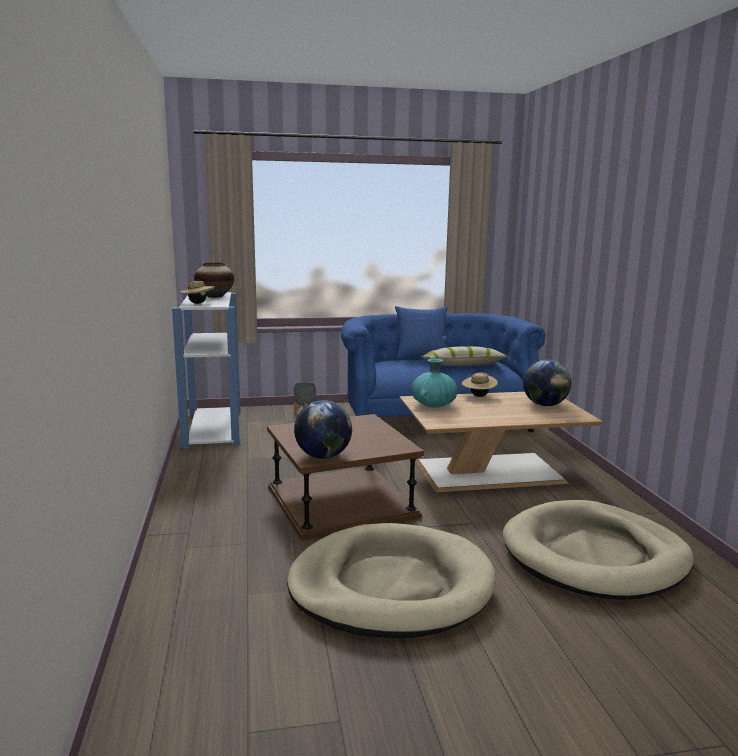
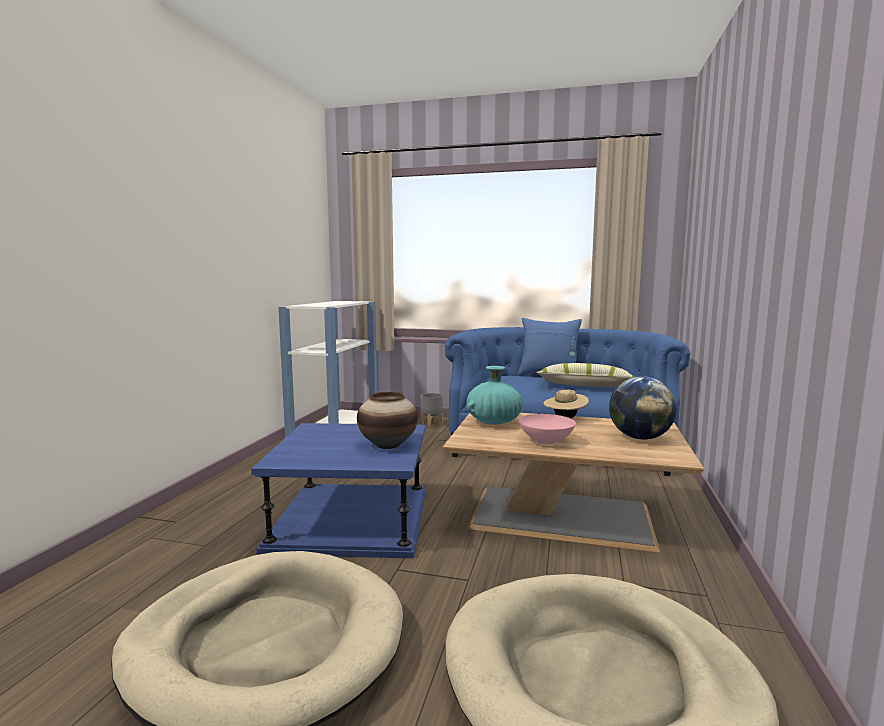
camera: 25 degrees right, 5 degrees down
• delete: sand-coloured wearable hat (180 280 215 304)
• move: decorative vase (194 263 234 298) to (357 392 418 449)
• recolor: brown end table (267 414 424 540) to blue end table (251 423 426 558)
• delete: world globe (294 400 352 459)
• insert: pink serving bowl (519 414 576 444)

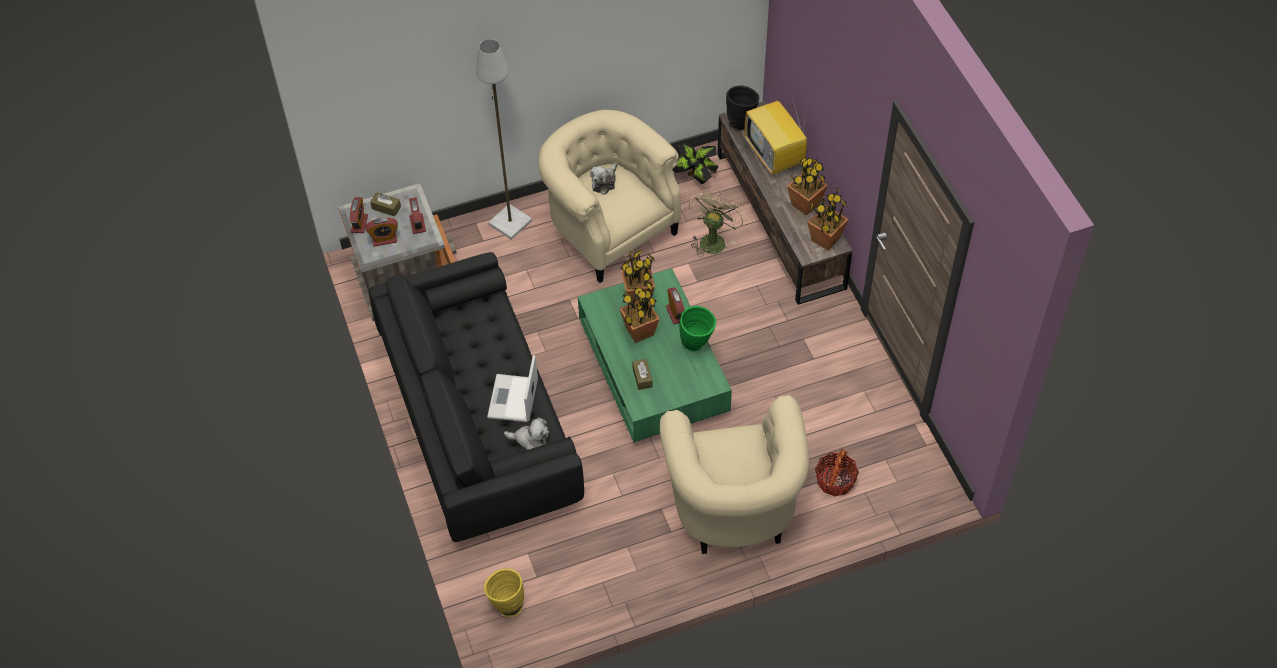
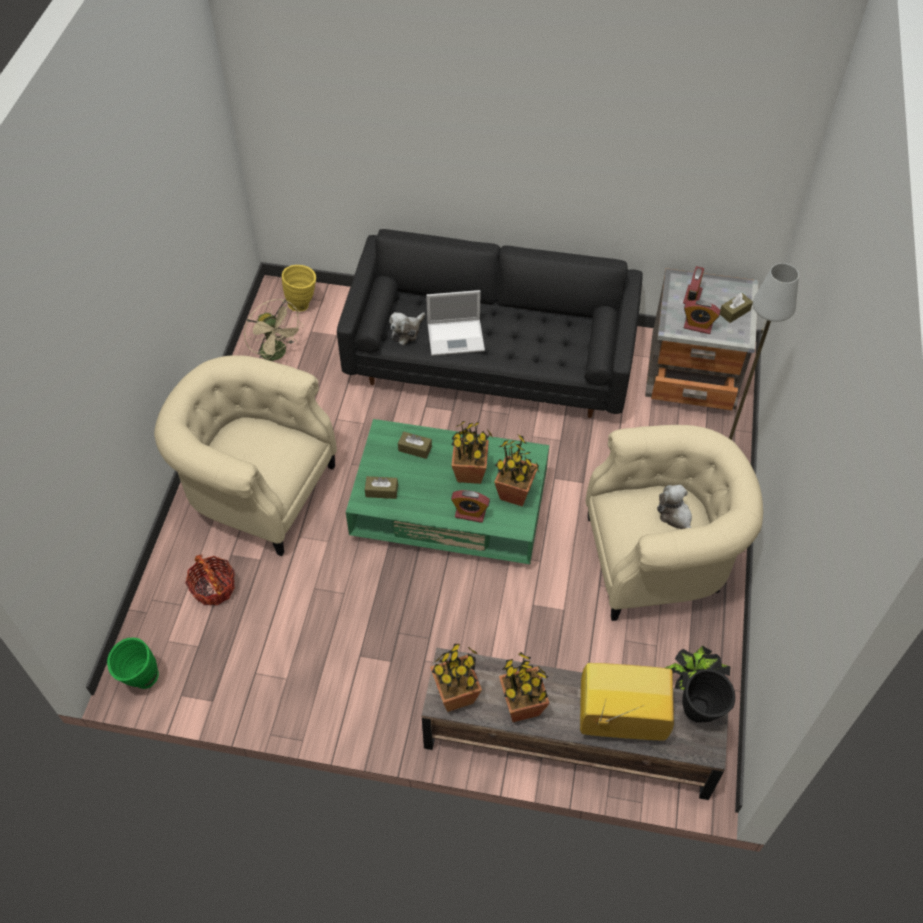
camera: 120 degrees right, 0 degrees up
• delete: alarm clock (350 197 368 233)
• rotate: laptop (487 355 538 422) = (426 290 485 356) 135 degrees clockwise
• move: green decorative vase (679 306 716 351) to (107 638 159 689)
• move: sand-coloured electric fan (689 189 745 258) to (244 299 304 361)
• insert: brown box of tissues (365 476 398 499)

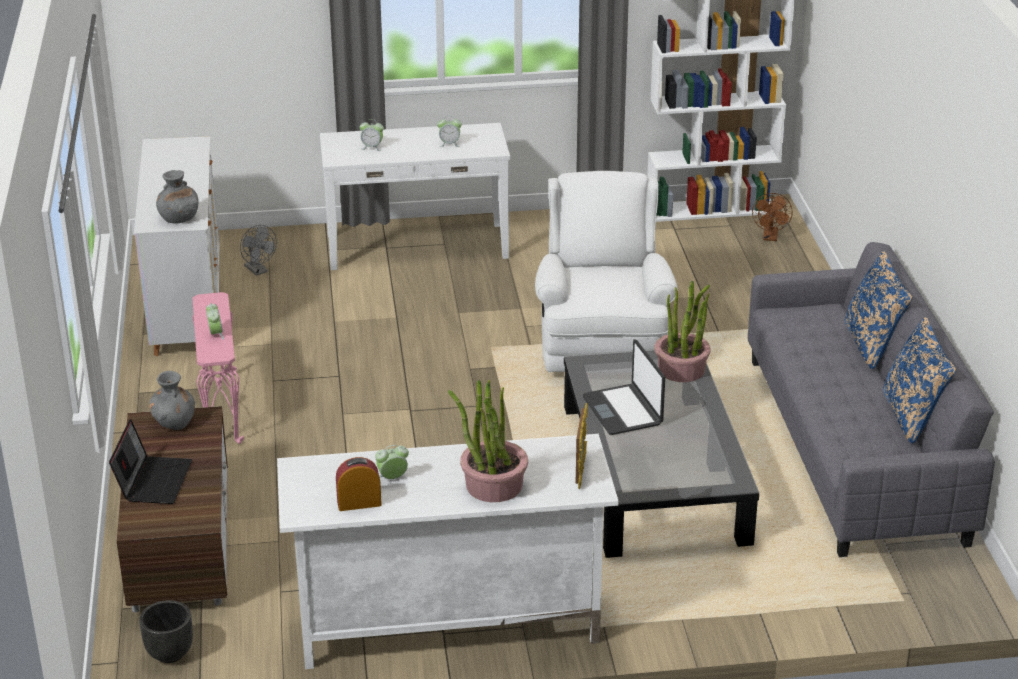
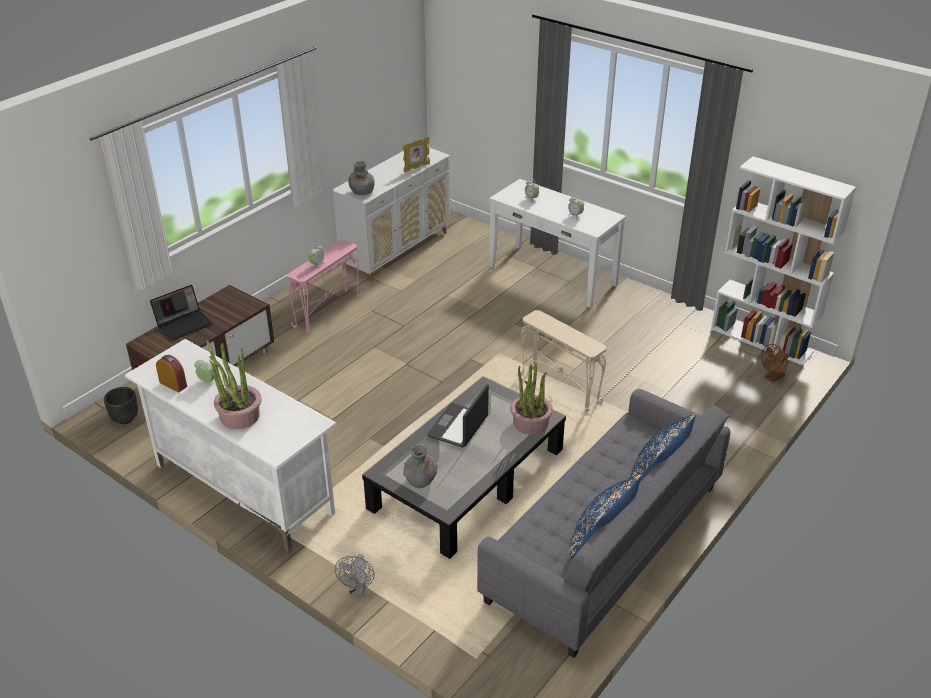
camera: 45 degrees right, 5 degrees up
• move: grey decorative vase (150 371 195 430) to (403 444 437 488)
• move: grey electric fan (240 225 277 276) to (335 554 374 596)
• replace: white easy chair (535 171 678 372) to sand-coloured end table (520 310 606 412)
• move: photo frame (575 403 588 489) to (403 137 430 172)

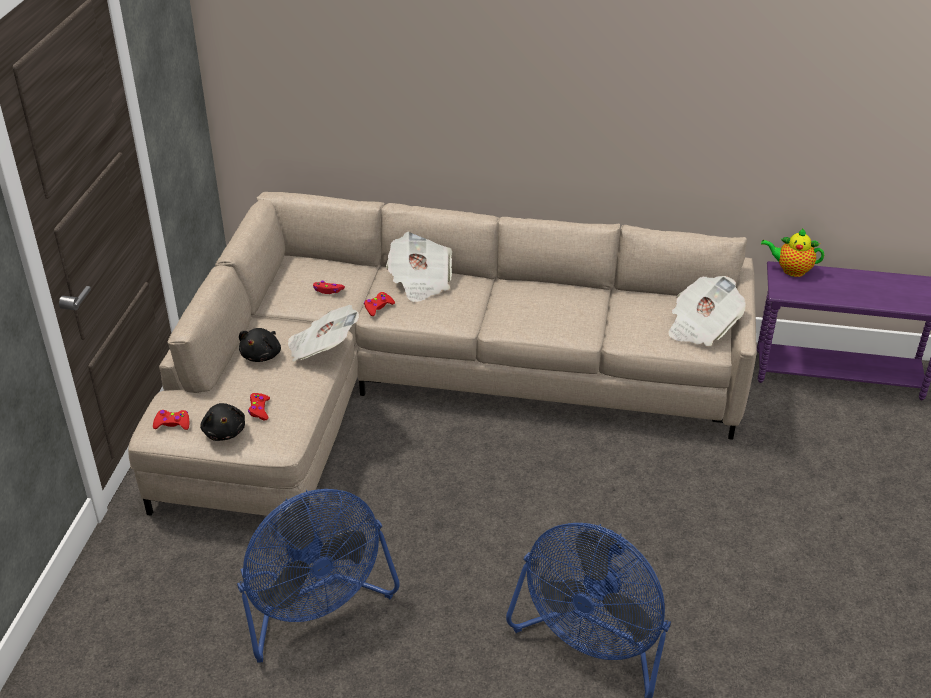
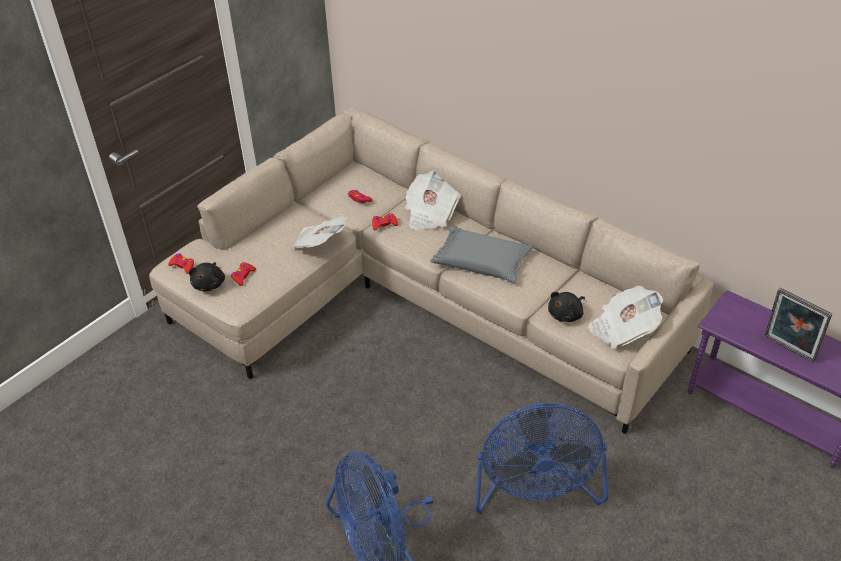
camera: 30 degrees right, 5 degrees up
• move: blue electric fan (237 489 400 663) to (475 401 608 514)
• move: blackish plush toy (239 328 281 362) to (548 292 585 322)
• delete: tea pot (761 228 824 277)
• insert: grey throw pillow (430 226 533 283)
• insert: photo frame (764 288 832 363)

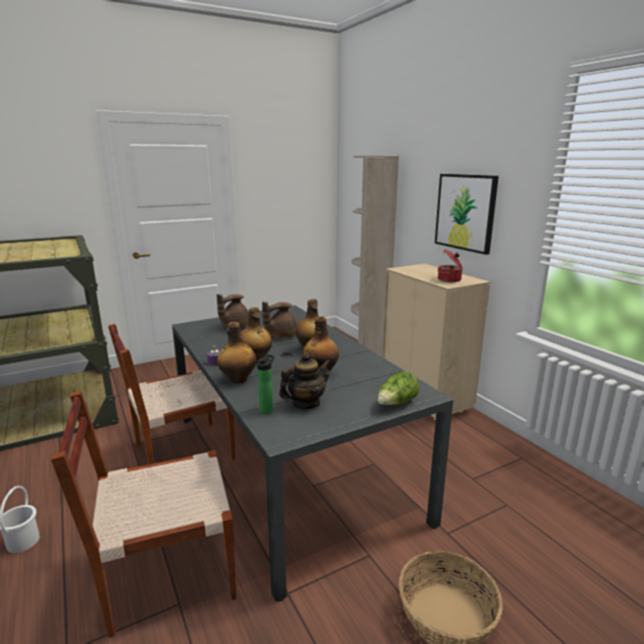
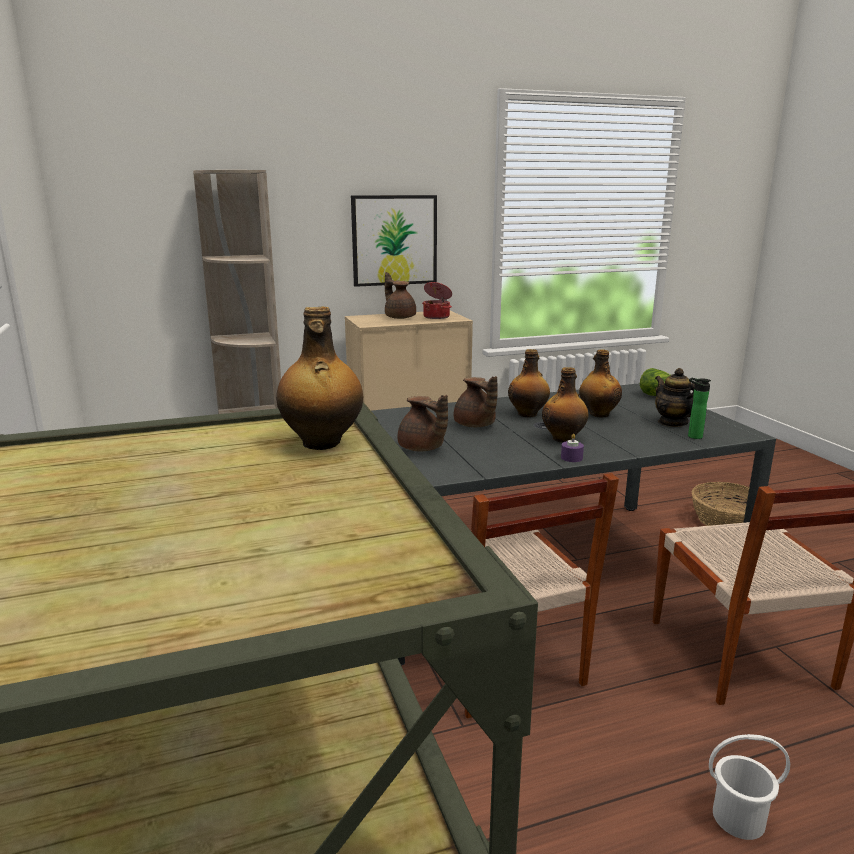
camera: 80 degrees left, 0 degrees up
• move: beverage bottle (217 322 256 383) to (276 307 363 450)
• insert: brown tea pot (385 272 416 319)

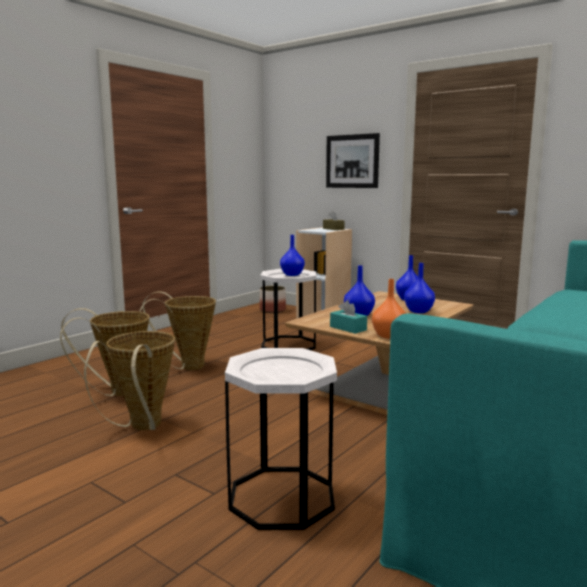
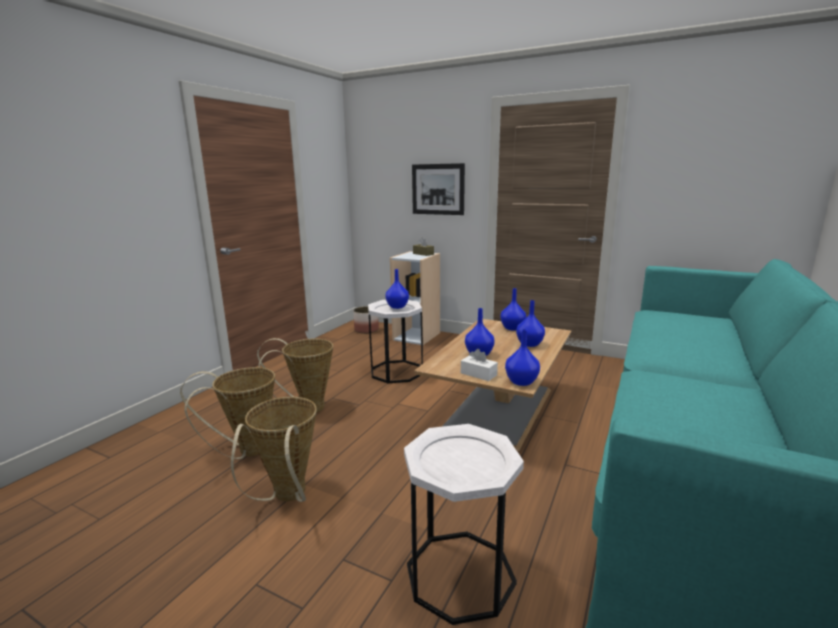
camera: 10 degrees left, 5 degrees up
• recolor: blue-green box of tissues (330 300 367 334) to white box of tissues (461 349 498 381)
• recolor: orange decorative vase (372 279 407 339) to blue decorative vase (505 329 540 386)

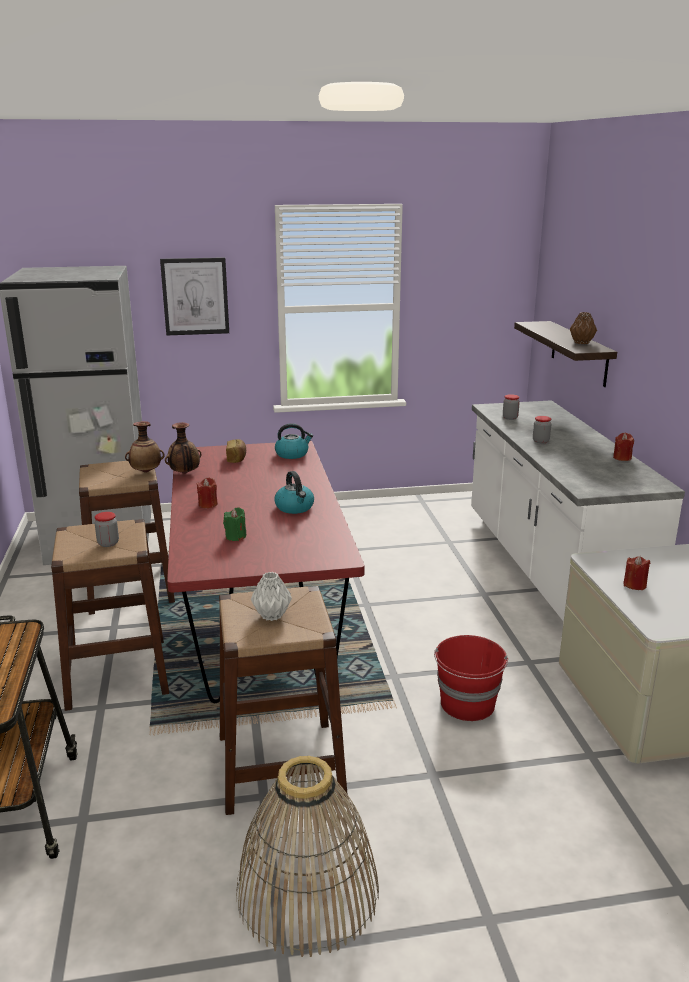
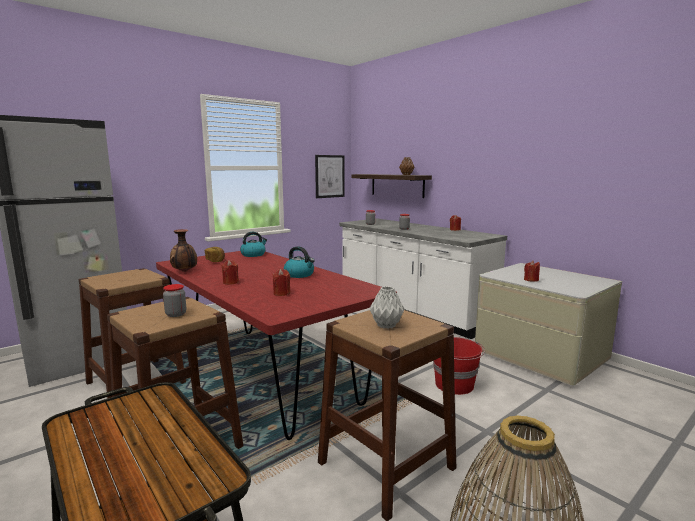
camera: 30 degrees left, 10 degrees down
• delete: decorative vase (125 421 164 473)
• move: wall picture (160 257 229 336) to (315 155 344 198)
• recolor: green wax light (223 508 246 541) to red-coloured wax light (272 269 291 296)

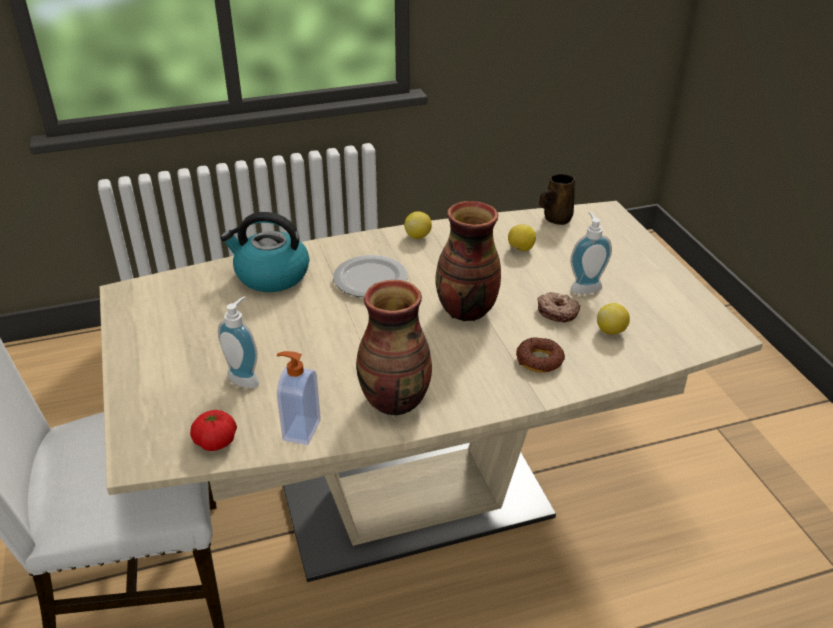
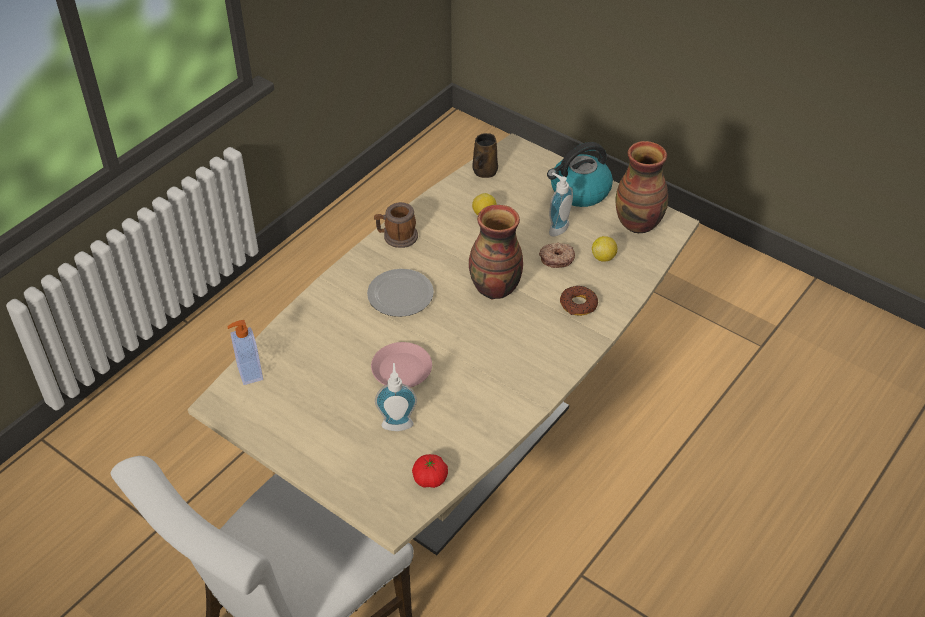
camera: 35 degrees left, 10 degrees up
• move: kettle (221 212 309 292) to (547 142 613 207)
• move: soap dispenser (277 351 321 445) to (227 320 263 385)
• move: decorative vase (356 280 432 415) to (616 141 668 233)
• replace: lemon (404 211 432 239) to mug (374 202 418 248)
• insert: pink flat dish (371 342 432 388)

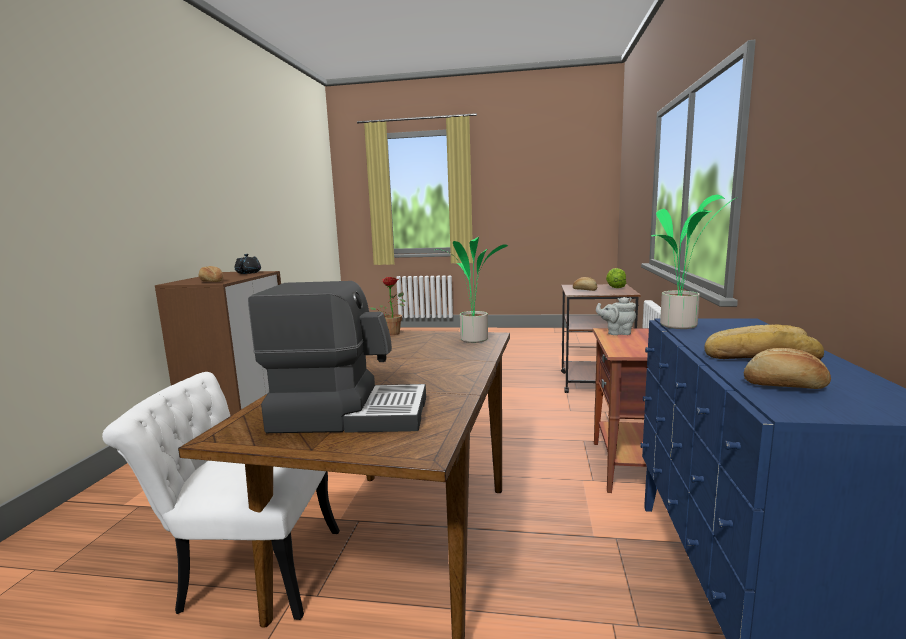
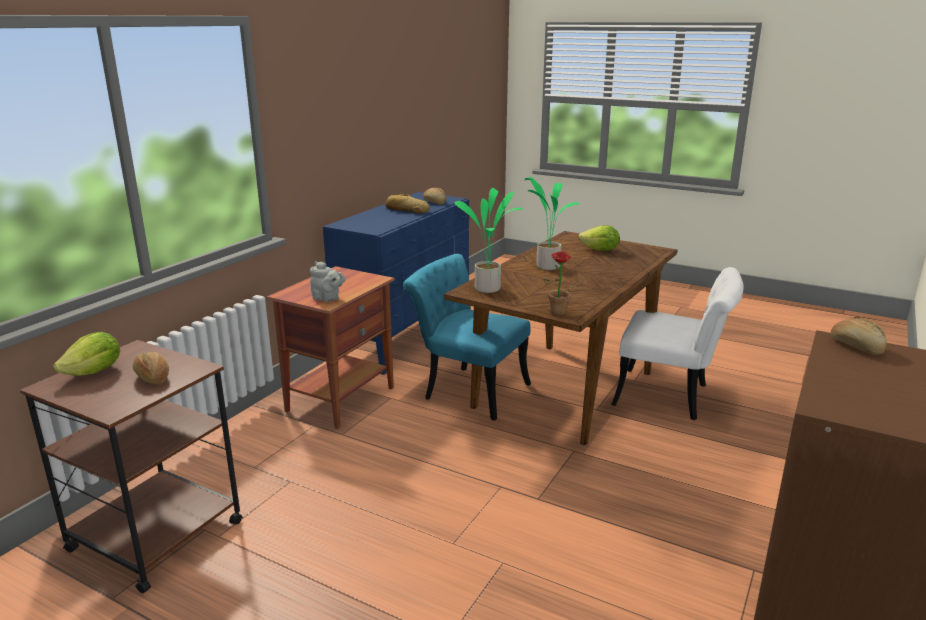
camera: 160 degrees left, 10 degrees up
• delete: blackish tea pot (235 254 261 274)
• replace: coffee maker (248 281 426 433) to lettuce (578 225 620 251)
• move: potted plant (651 195 736 329) to (524 177 580 270)
• insert: blue-green upright chair (403 254 531 421)

